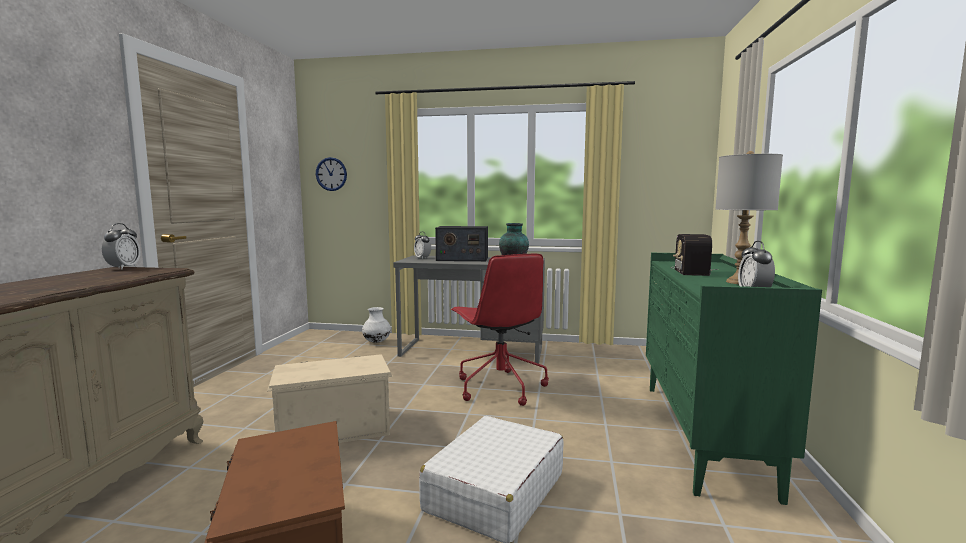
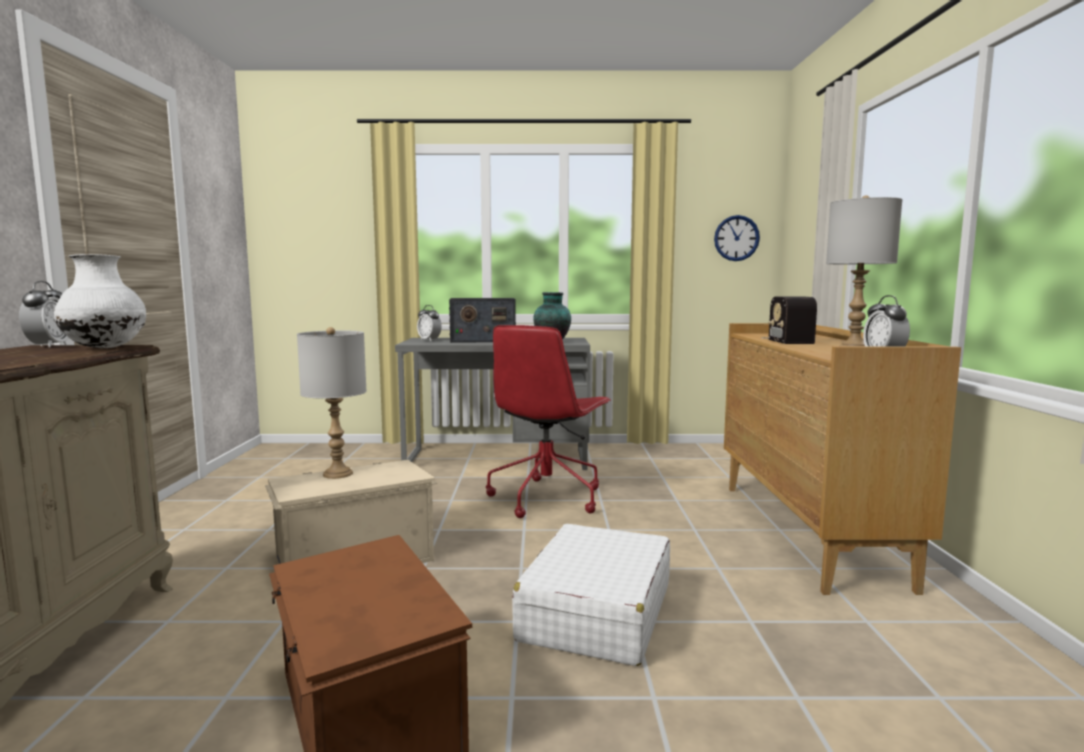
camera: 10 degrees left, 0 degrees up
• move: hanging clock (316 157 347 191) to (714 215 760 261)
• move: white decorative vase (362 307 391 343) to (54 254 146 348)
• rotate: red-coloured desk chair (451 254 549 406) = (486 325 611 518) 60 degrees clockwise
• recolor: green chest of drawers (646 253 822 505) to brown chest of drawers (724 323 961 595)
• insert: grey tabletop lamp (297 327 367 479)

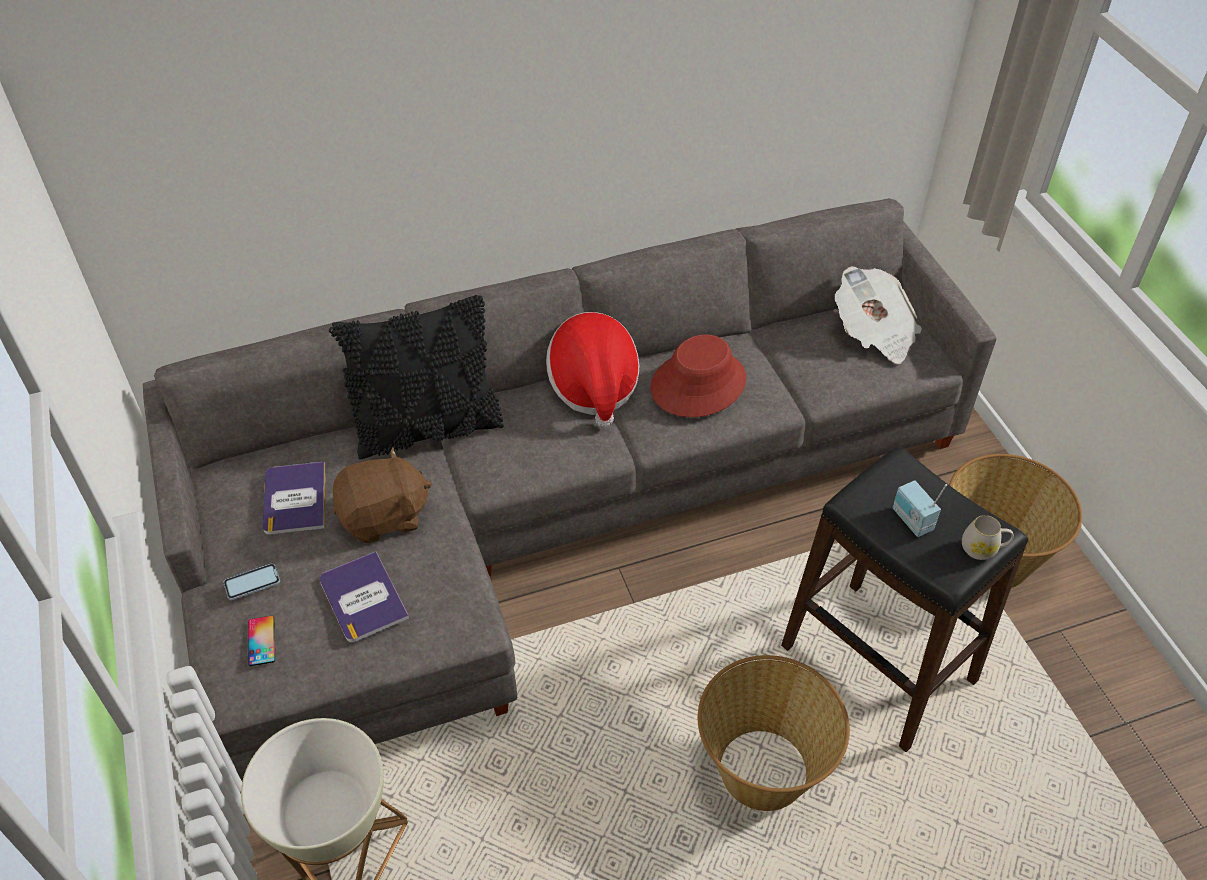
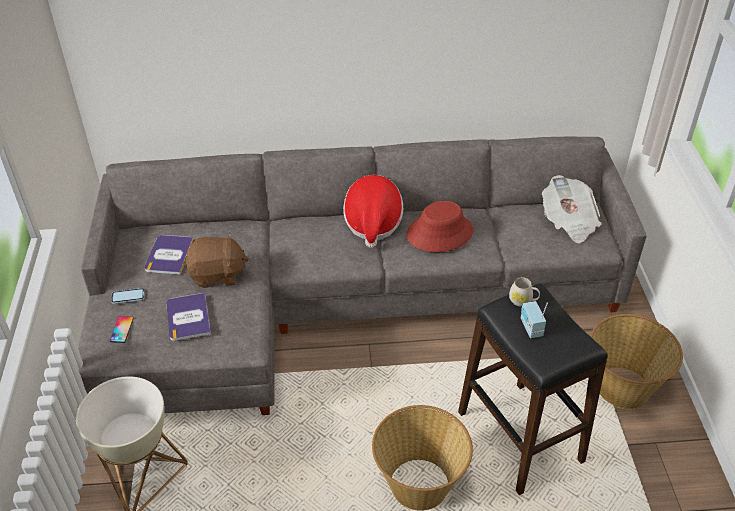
camera: 15 degrees right, 5 degrees down
• delete: blackish throw pillow (329 295 504 459)
• move: white mug (962 515 1014 560) to (509 277 540 306)

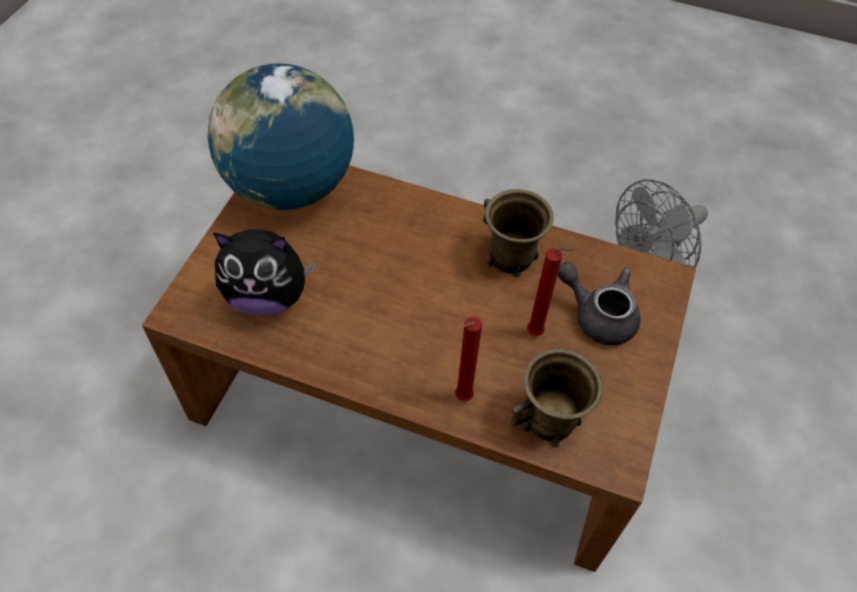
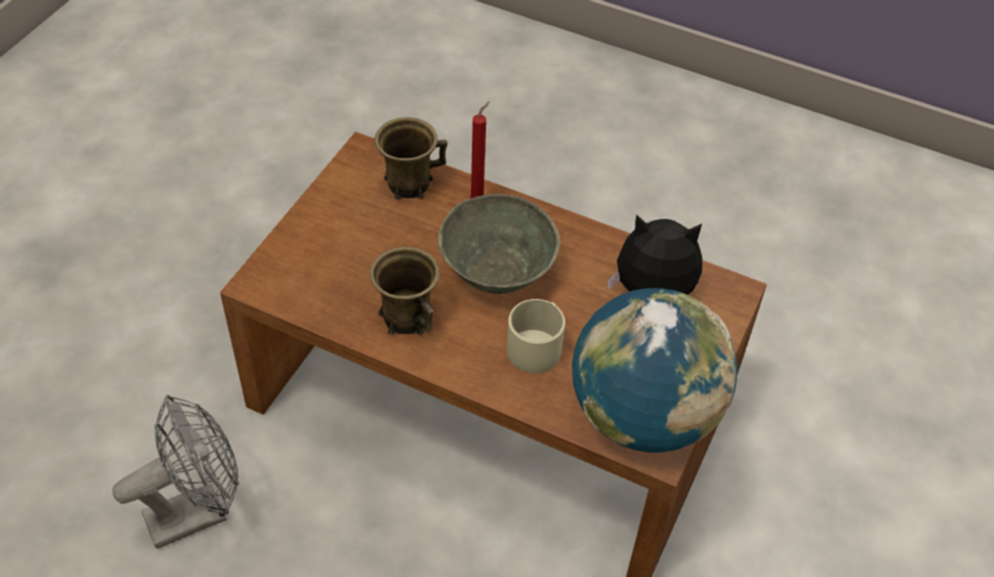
camera: 175 degrees left, 5 degrees down
• delete: red-coloured wax light (527 247 574 336)
• delete: grey tea pot (557 262 640 345)
• insert: grey serving bowl (438 194 560 294)
• insert: sand-coloured mug (507 299 565 373)

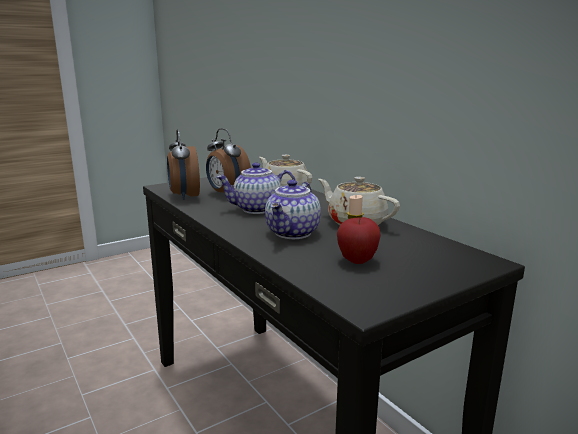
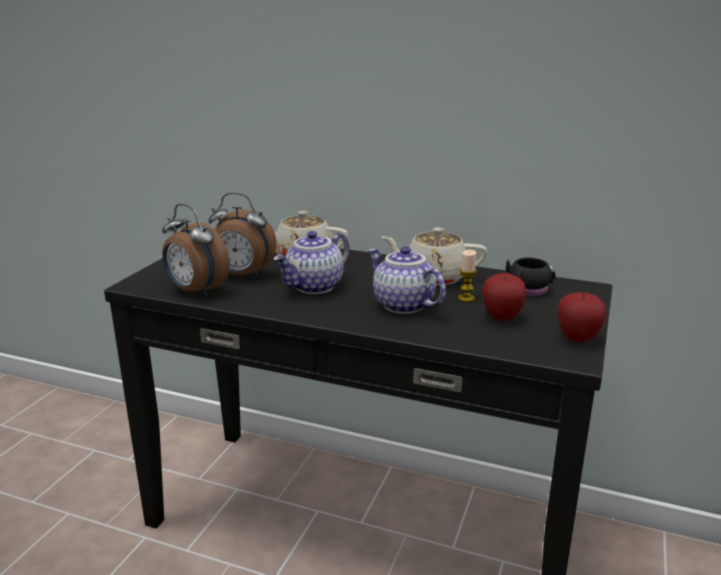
camera: 35 degrees left, 5 degrees up
• rotate: tea pot (265 180 321 239) = (368 246 446 314) 150 degrees clockwise
• insert: blackish mug (506 257 556 296)
• insert: apple (558 292 607 342)

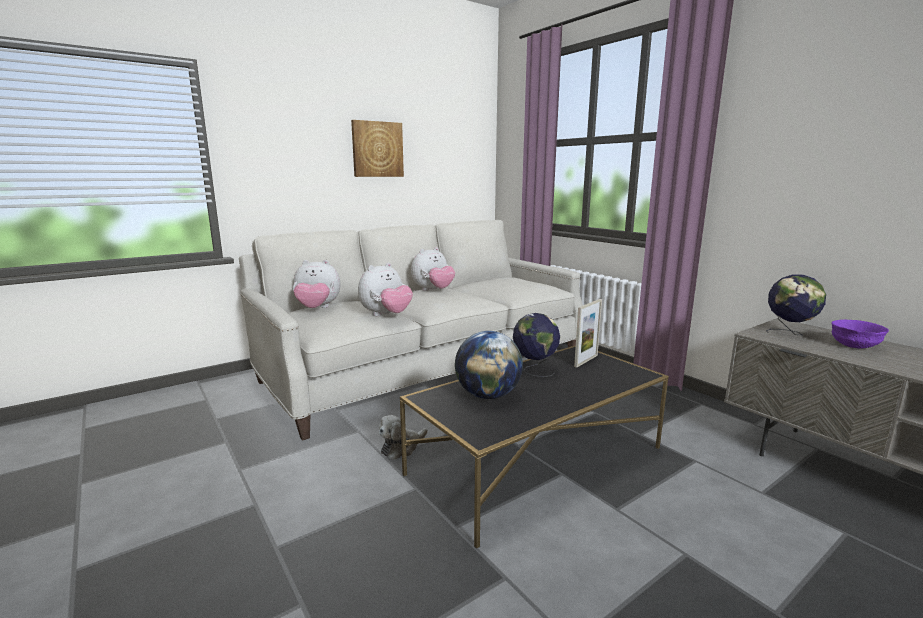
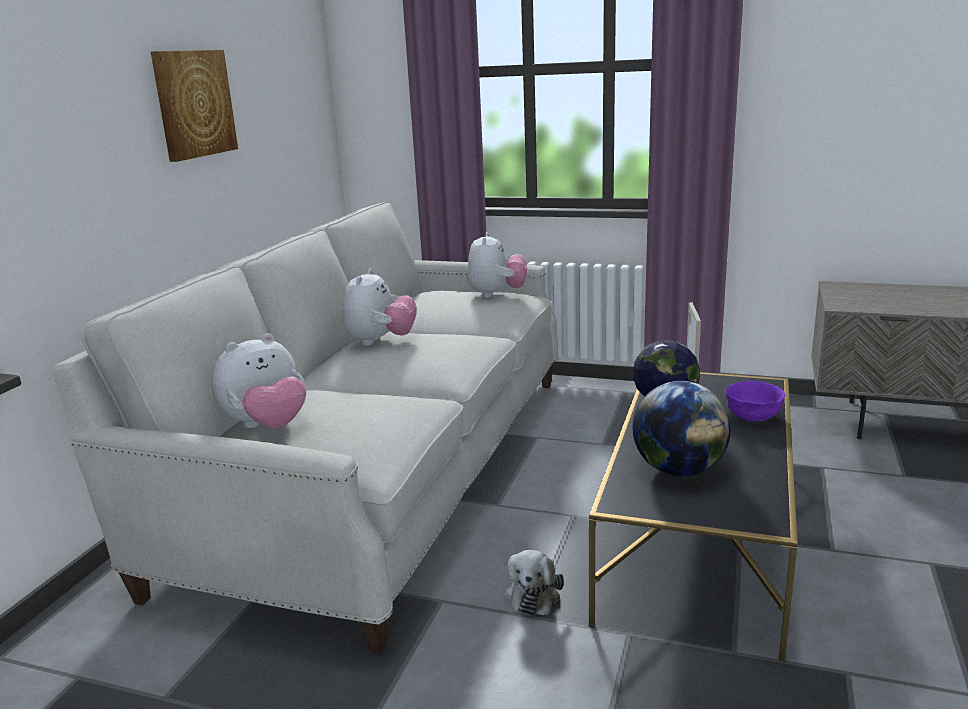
camera: 35 degrees left, 5 degrees up
• move: plush toy (358 263 413 316) to (467 232 527 298)
• delete: world globe (766 275 826 336)
• move: purplish serving bowl (831 320 889 349) to (725 381 785 422)

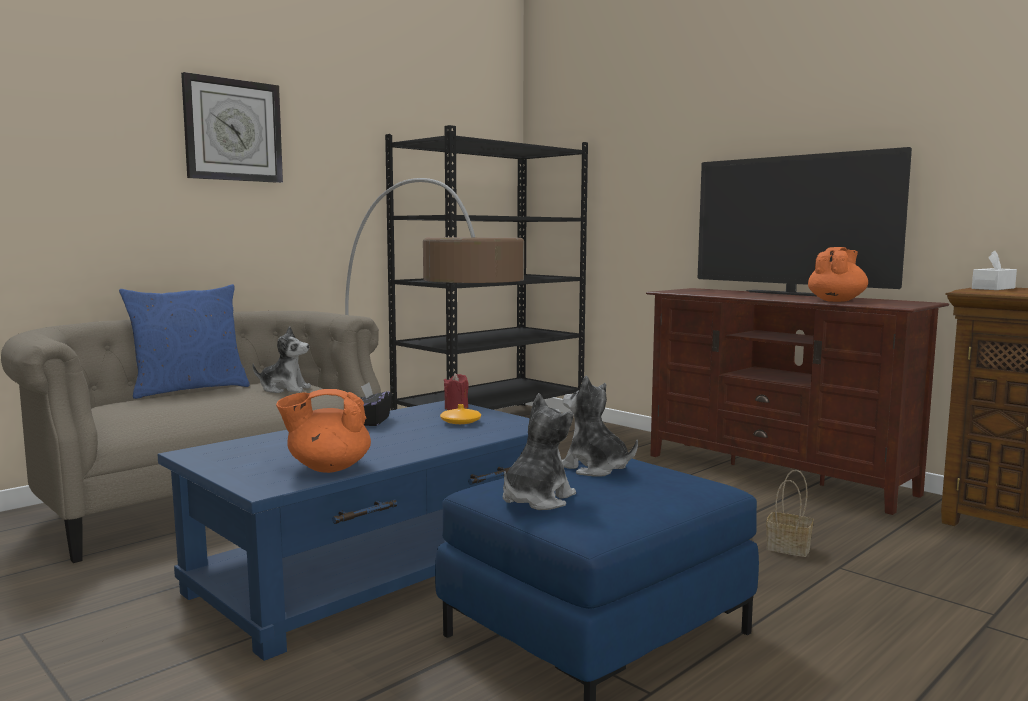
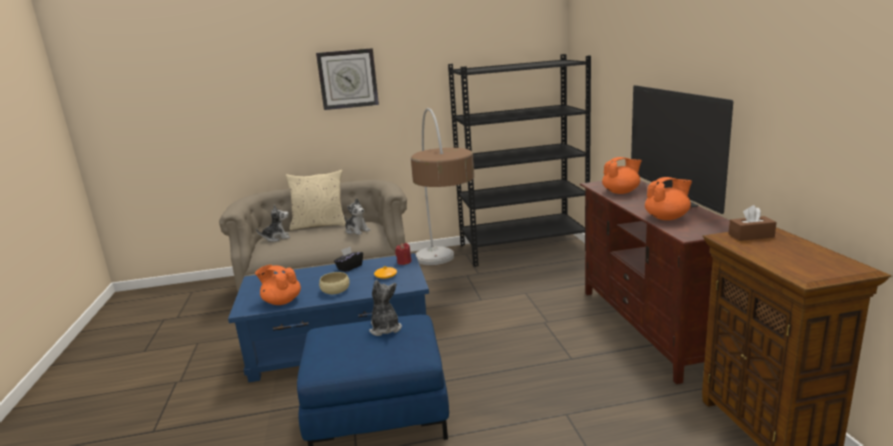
camera: 35 degrees right, 10 degrees up
• recolor: blue throw pillow (119 284 250 399) to sand-coloured throw pillow (286 170 346 231)
• move: plush toy (503 393 576 510) to (256 204 290 242)
• delete: basket (766 470 814 557)
• recolor: white box of tissues (972 251 1017 290) to brown box of tissues (728 205 777 241)
• insert: sand-coloured serving bowl (319 272 350 294)
• insert: orange tea pot (602 157 642 194)

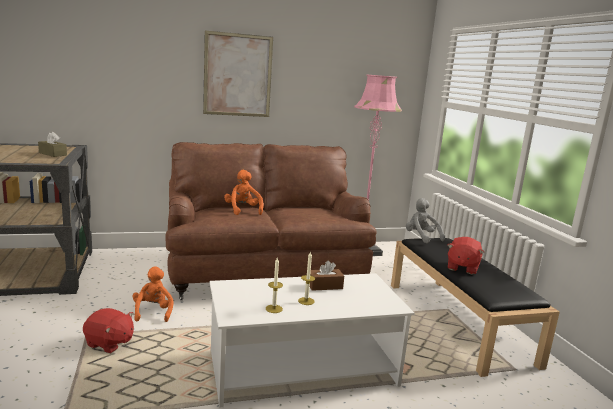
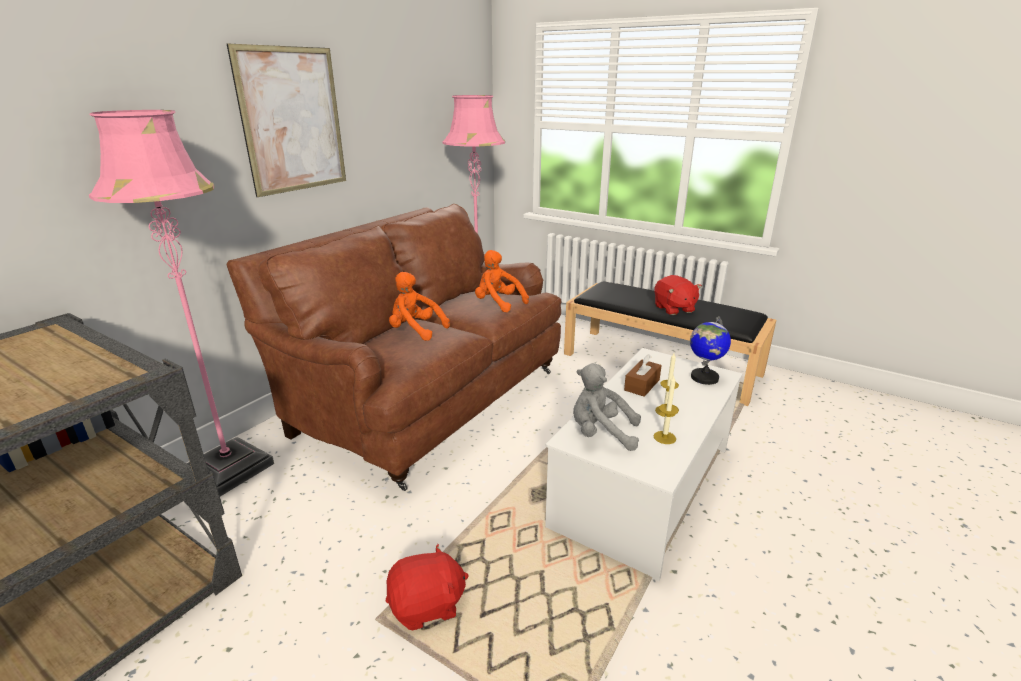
camera: 40 degrees left, 10 degrees up
• delete: brown box of tissues (38 132 67 157)
• move: orange plush toy (133 266 173 322) to (475 250 529 312)
• move: grey plush toy (406 198 445 243) to (573 363 641 451)
• insert: pink floor lamp (89 110 274 496)
• insert: world globe (690 316 731 385)

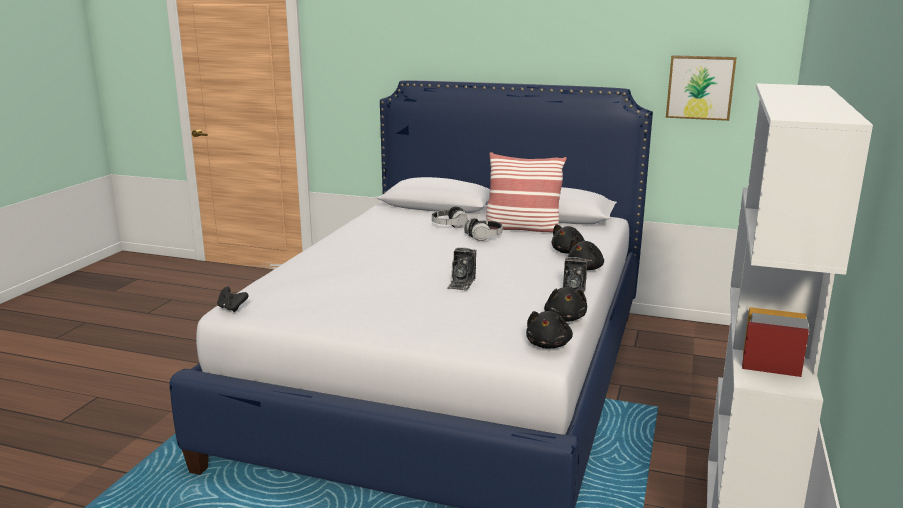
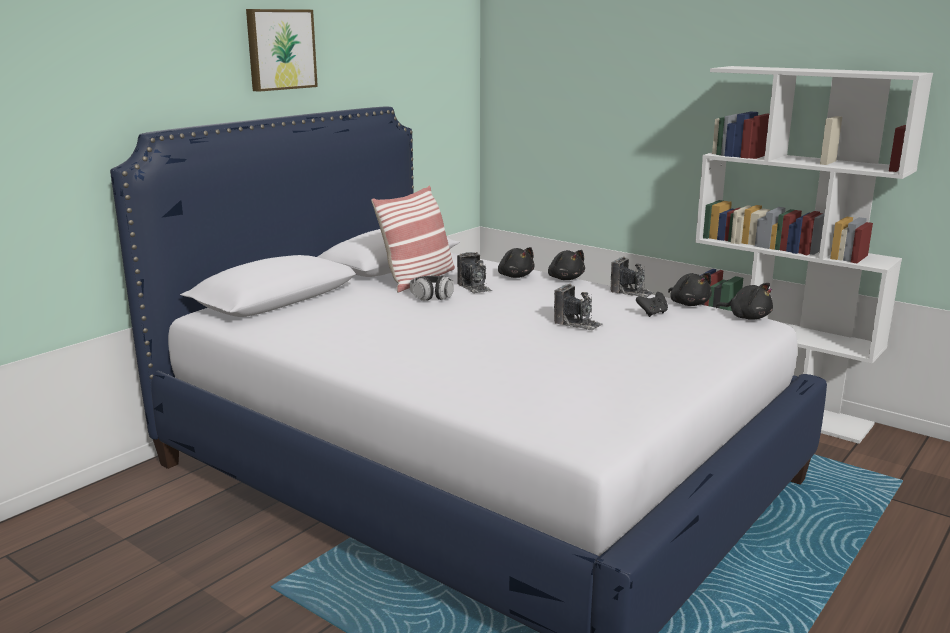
camera: 70 degrees left, 0 degrees up
• move: blackish joypad (217 286 249 312) to (636 292 668 317)
• delete: pair of headphones (432 206 468 228)
• rotate: blackish plush toy (544 287 587 322) = (668 273 712 306) 45 degrees clockwise
• move: wall picture (666 55 737 121) to (246 9 318 92)
• insert: still camera (457 252 492 293)

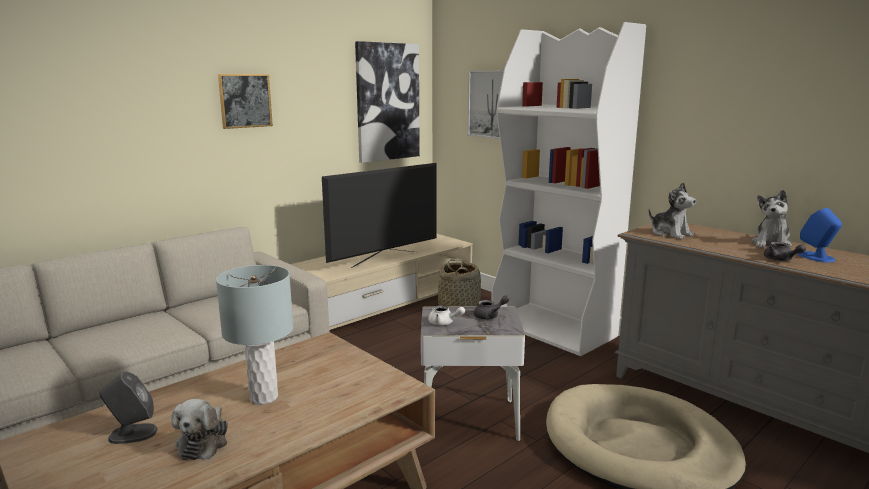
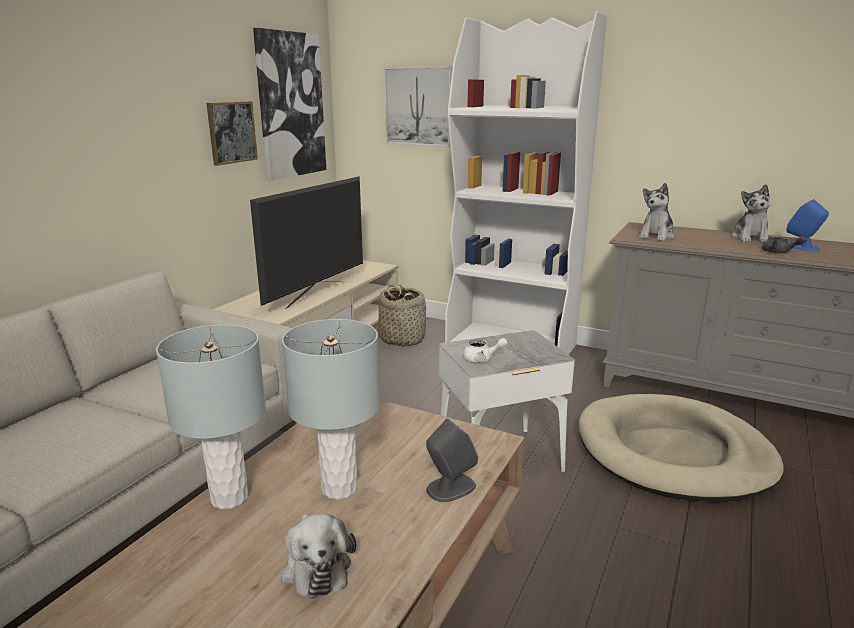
camera: 20 degrees left, 5 degrees up
• move: grey audio speaker (99 372 158 444) to (426 418 478 502)
• move: wall picture (218 74 273 129) to (206 101 258 166)
• delete: grey tea pot (474 295 509 320)
• rotate: plush toy (649 182 696 239) = (639 183 675 241) 90 degrees clockwise
• insert: grey tabletop lamp (156 324 266 509)

